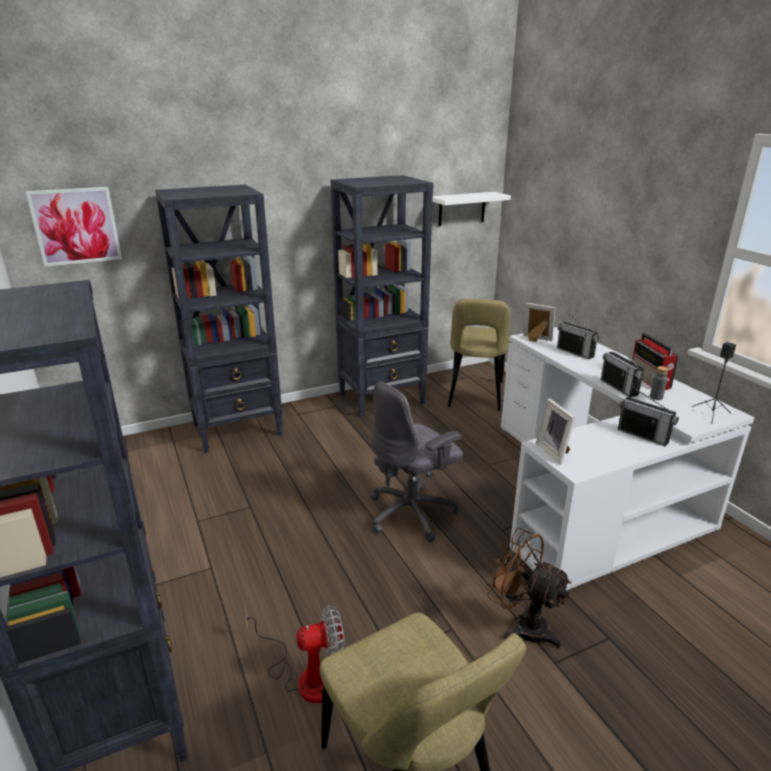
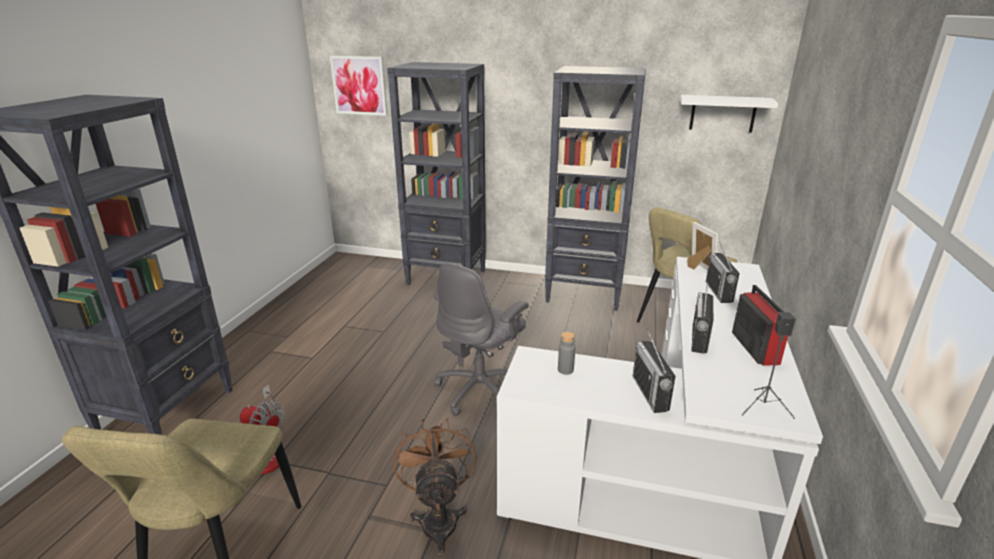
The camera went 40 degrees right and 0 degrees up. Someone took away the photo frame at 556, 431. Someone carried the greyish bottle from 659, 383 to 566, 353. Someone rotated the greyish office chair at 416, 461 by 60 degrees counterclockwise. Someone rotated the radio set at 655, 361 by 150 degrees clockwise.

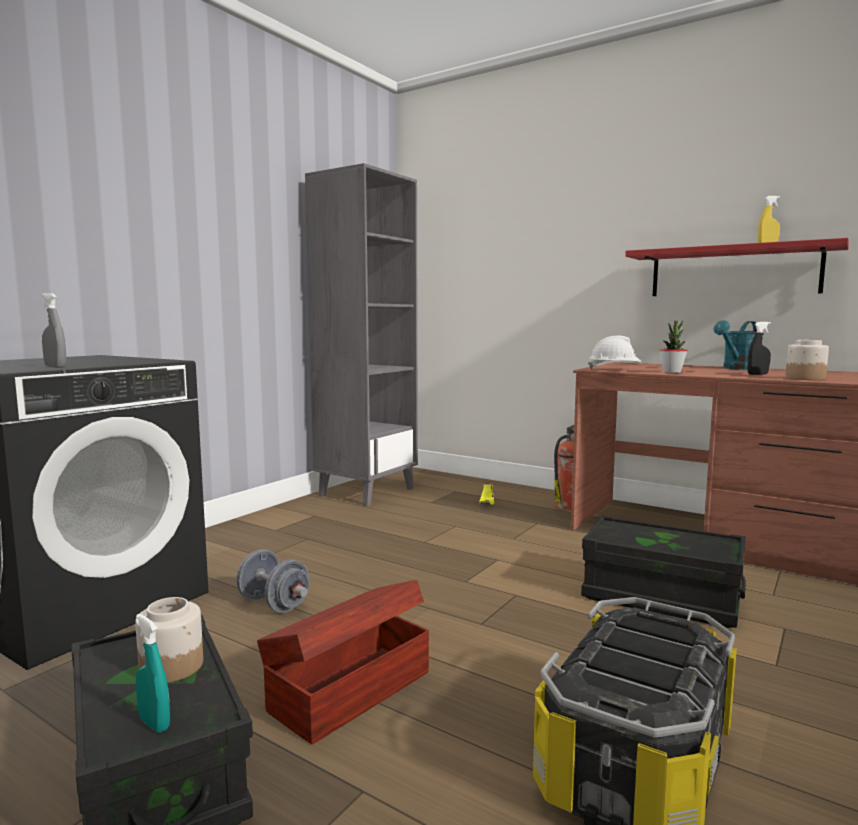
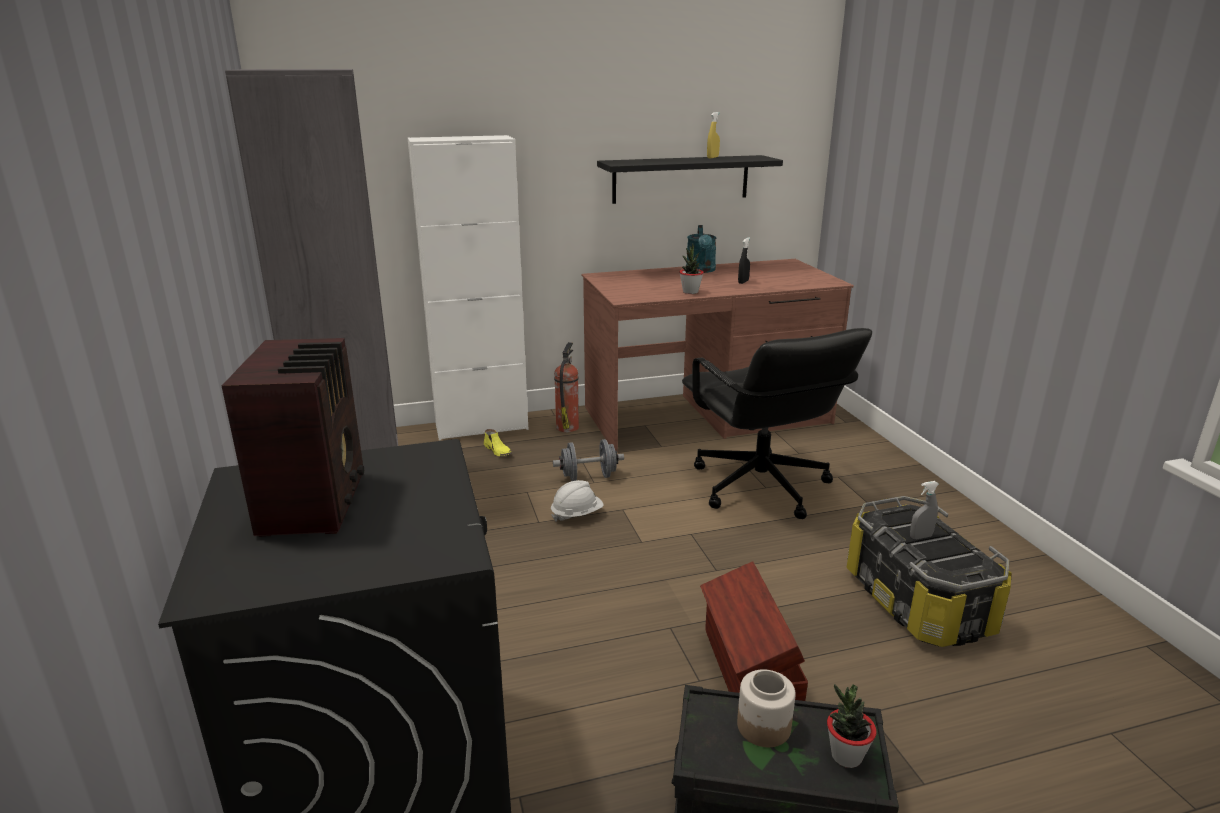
The camera went 50 degrees left and 15 degrees up. Someone took away the storage jar at 807, 360. Someone put down the radio set at 293, 437. Someone put down the white-coloured cabinet at 468, 287. Someone carried the greyish spray bottle from 54, 330 to 924, 510. Someone carried the greyish hand weight from 272, 581 to 588, 460. Someone carried the white-coloured safety helmet from 615, 352 to 577, 501. Someone swapped the turquoise-coloured spray bottle at 153, 673 for the houseplant at 851, 726. Someone swapped the black storage container at 663, 572 for the black office chair at 777, 423. Someone repainted the red-coloured bracket shelf at 737, 267, which became the black bracket shelf at 690, 179.

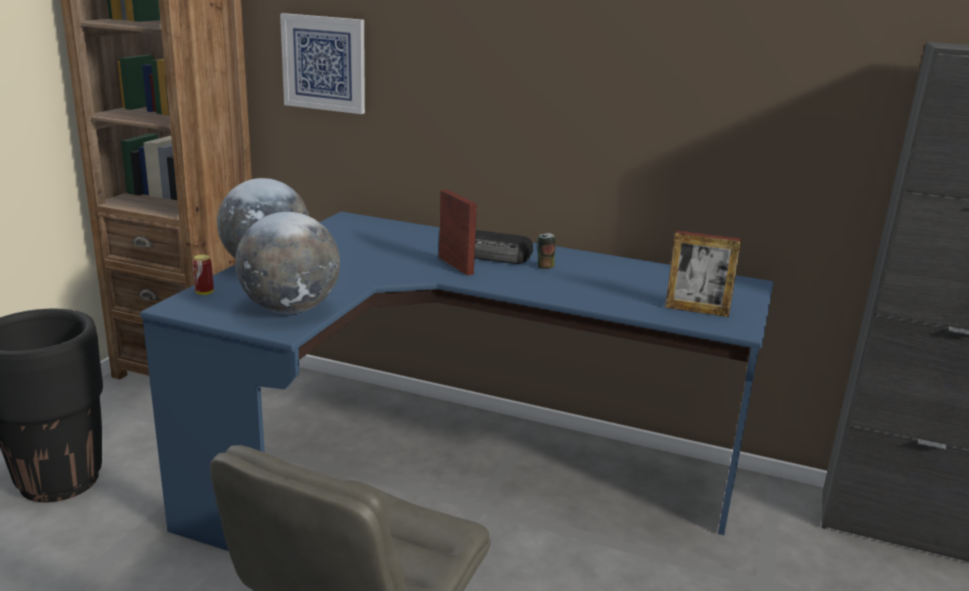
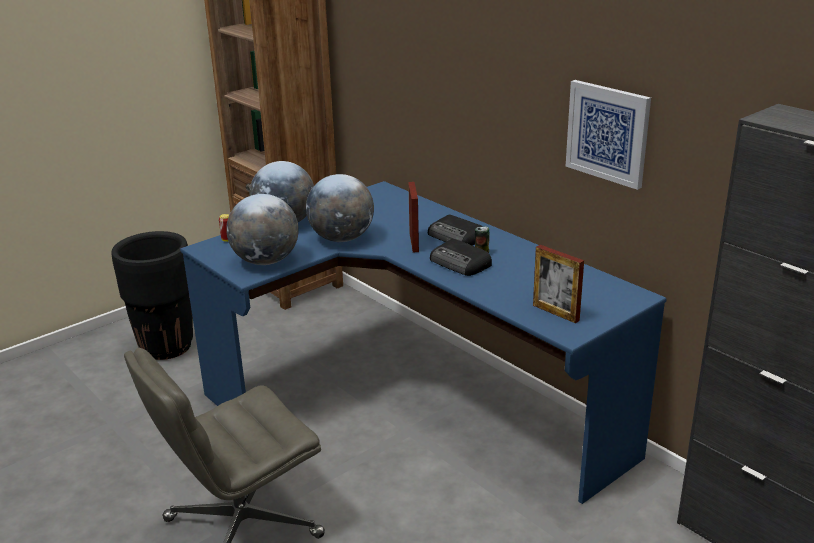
The camera went 30 degrees right and 5 degrees up. Someone put down the globe at 340, 208. Someone put down the radio set at 461, 257. Someone carried the picture from 322, 63 to 608, 135.

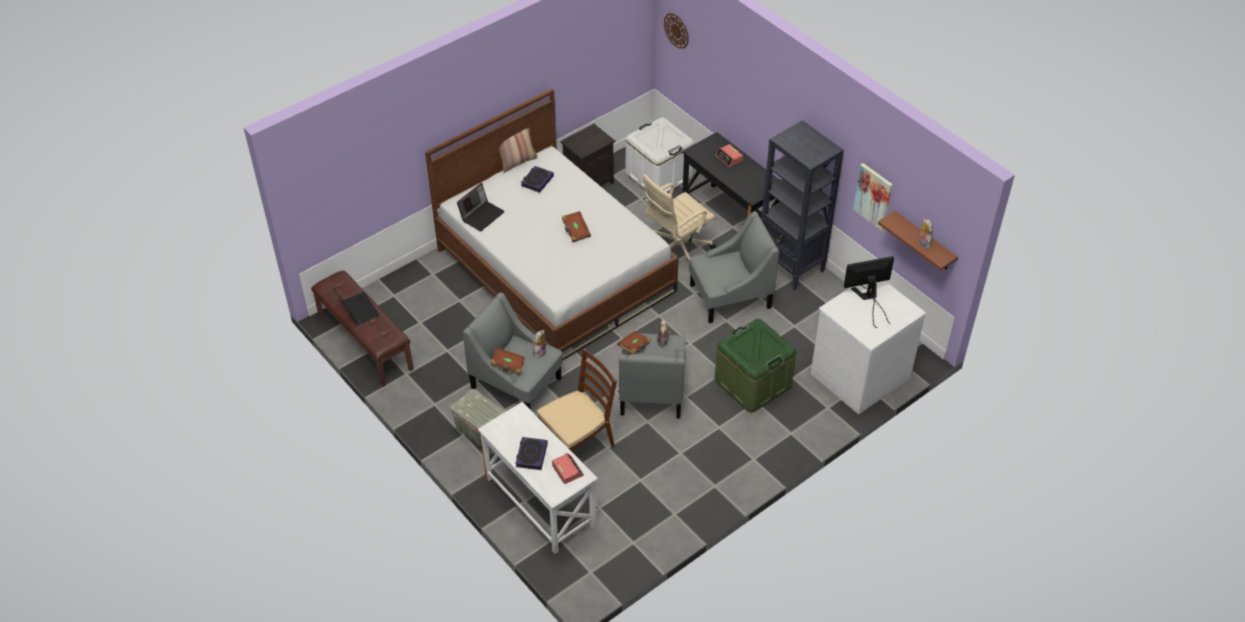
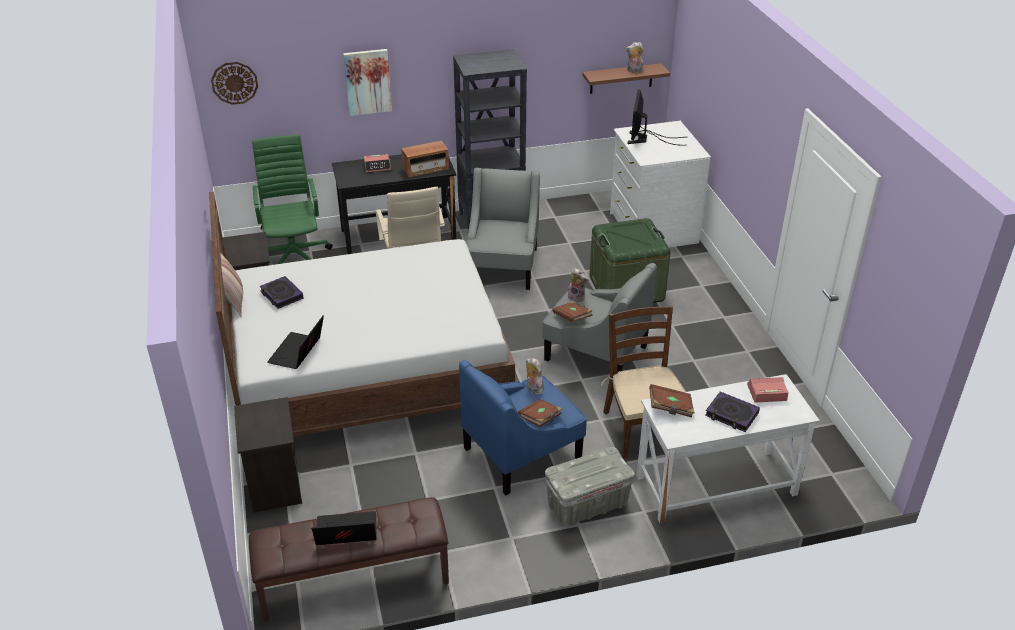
The camera went 65 degrees left and 10 degrees down. Someone put down the black nightstand at 268, 455. Someone put down the radio set at 425, 159. Someone carried the brown volume from 576, 226 to 672, 400. Someone carried the picture from 873, 197 to 367, 82. Someone swapped the white-coloured storage container at 660, 155 for the greenish office chair at 292, 199. Someone repainted the greyish lounge chair at 513, 350, which became the blue lounge chair at 523, 427. Someone rotated the laptop at 481, 207 by 135 degrees counterclockwise.

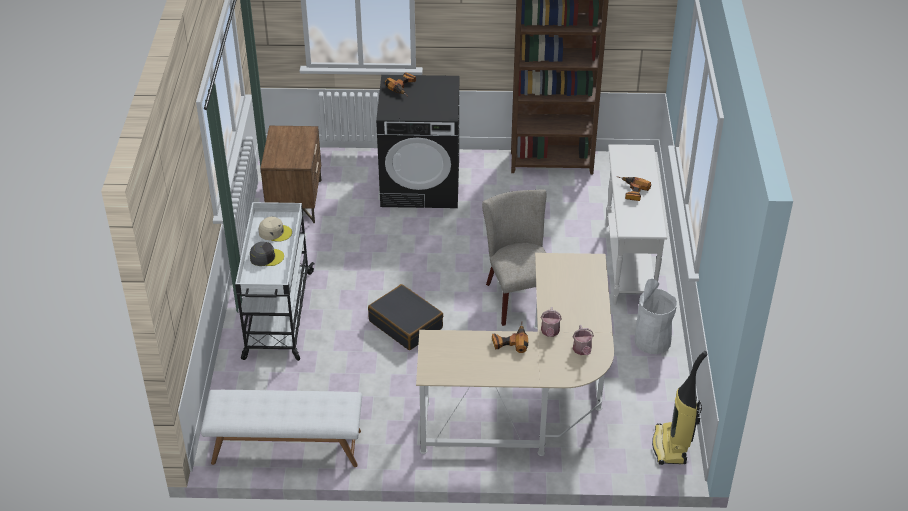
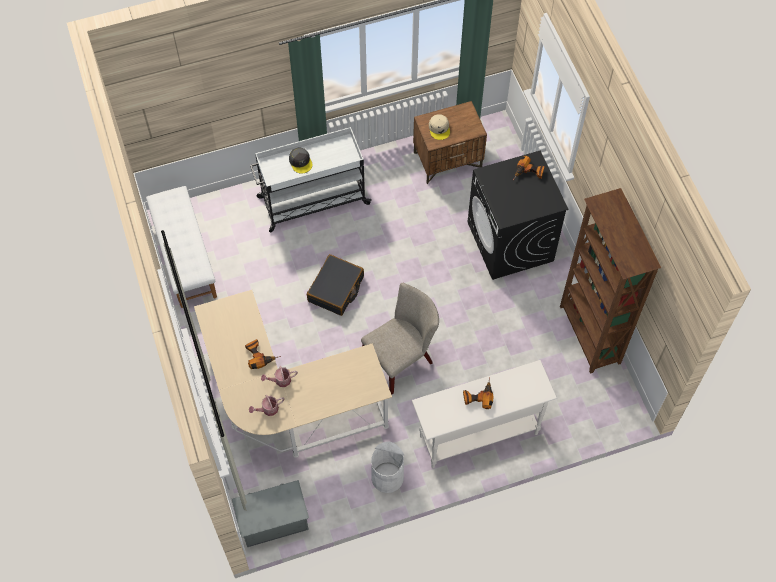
The camera went 70 degrees right and 20 degrees up. Someone carried the beige peaked cap from 275, 229 to 439, 127. Someone swapped the vacuum cleaner at 679, 408 for the greyish storage container at 270, 513.

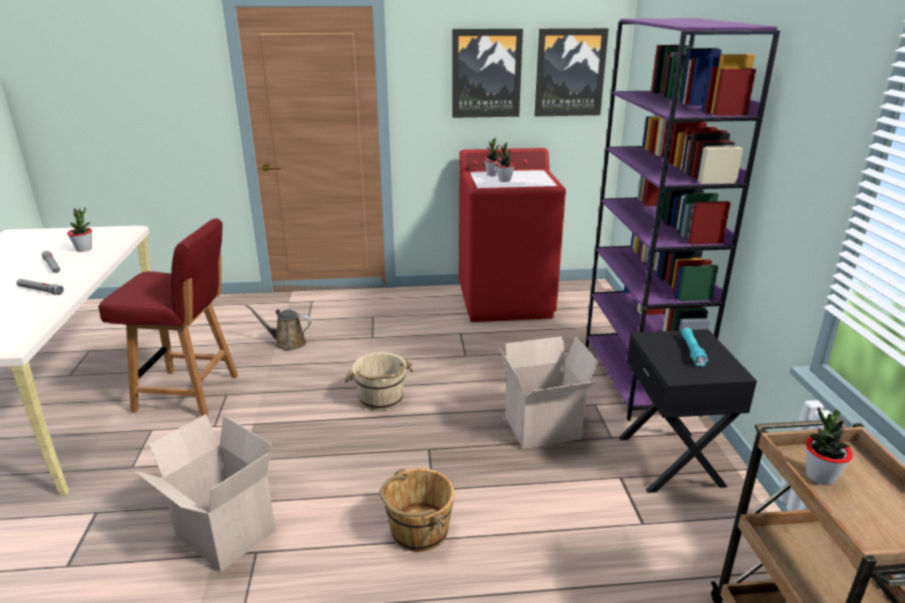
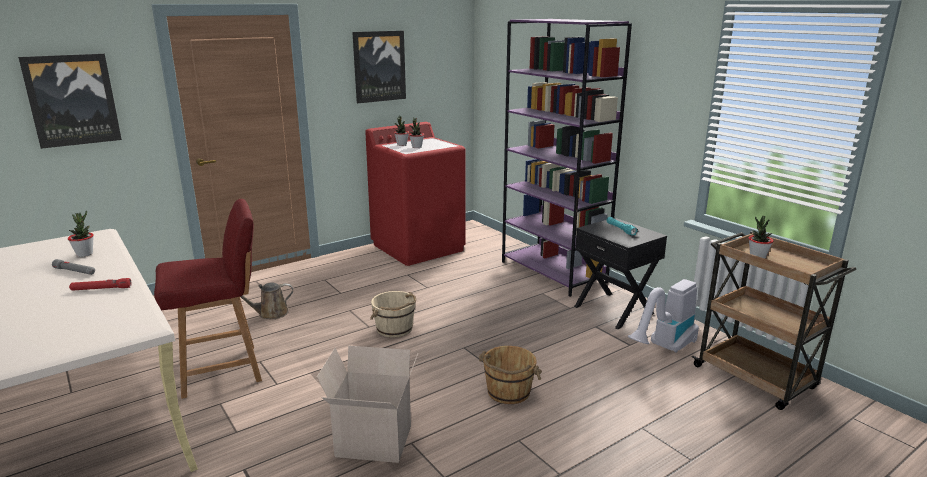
The camera went 30 degrees left and 5 degrees down. Someone took away the packing box at 548, 392. Someone put down the vacuum cleaner at 663, 316. Someone carried the picture from 572, 72 to 70, 101. Someone repainted the greyish hand torch at 40, 287, which became the red-coloured hand torch at 100, 284.

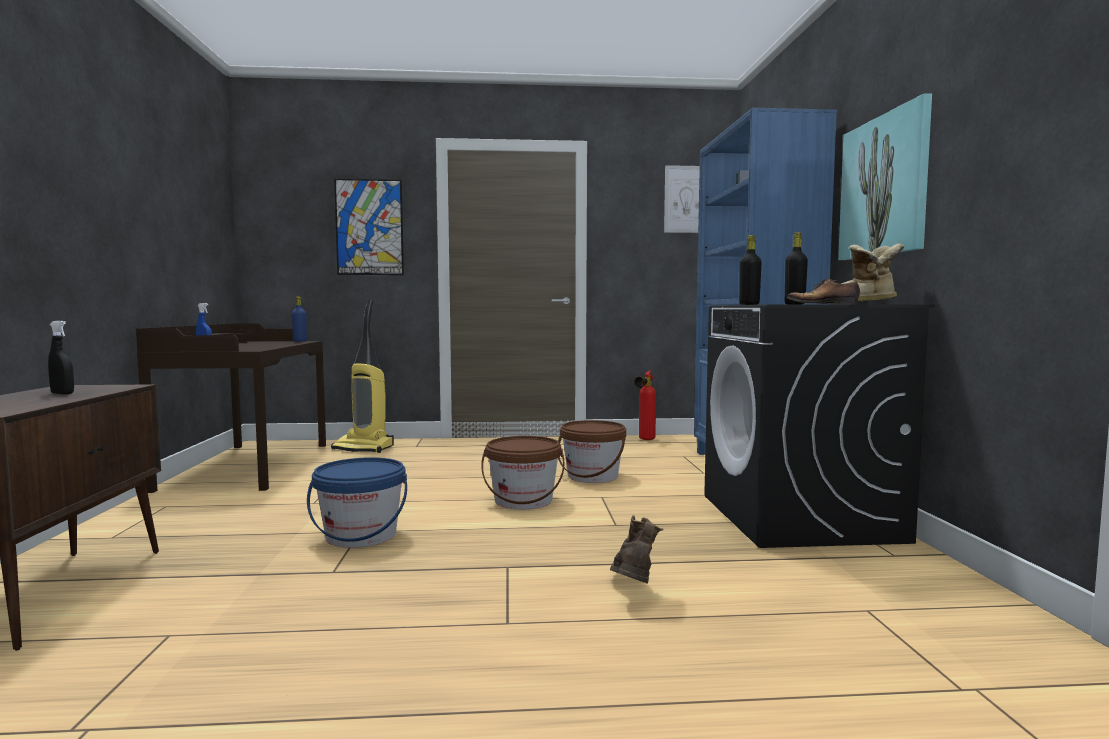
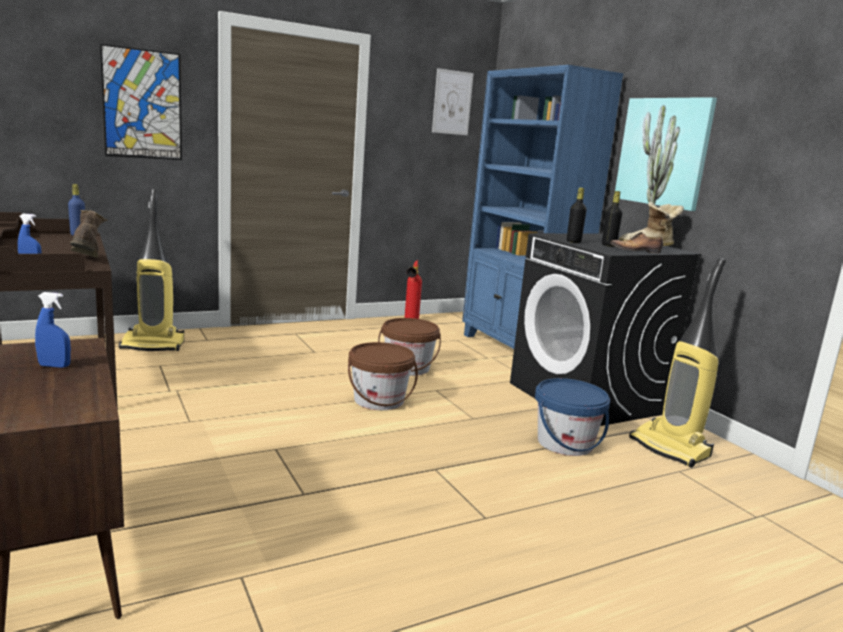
The camera went 25 degrees left and 10 degrees up. Someone put down the vacuum cleaner at 677, 363. Someone carried the blue water bucket from 357, 502 to 572, 417. Someone carried the brown tall boot from 637, 549 to 88, 234. Someone repainted the black spray bottle at 61, 358, which became the blue spray bottle at 53, 330.

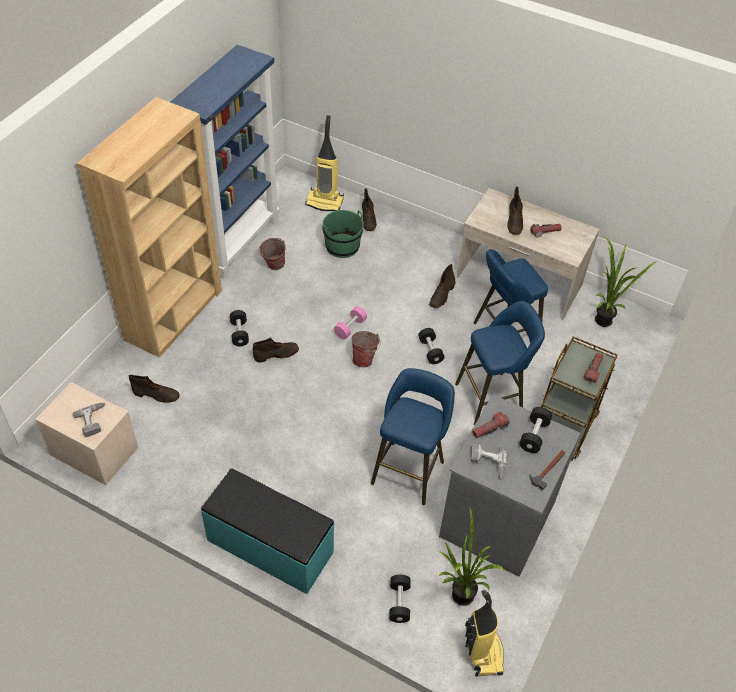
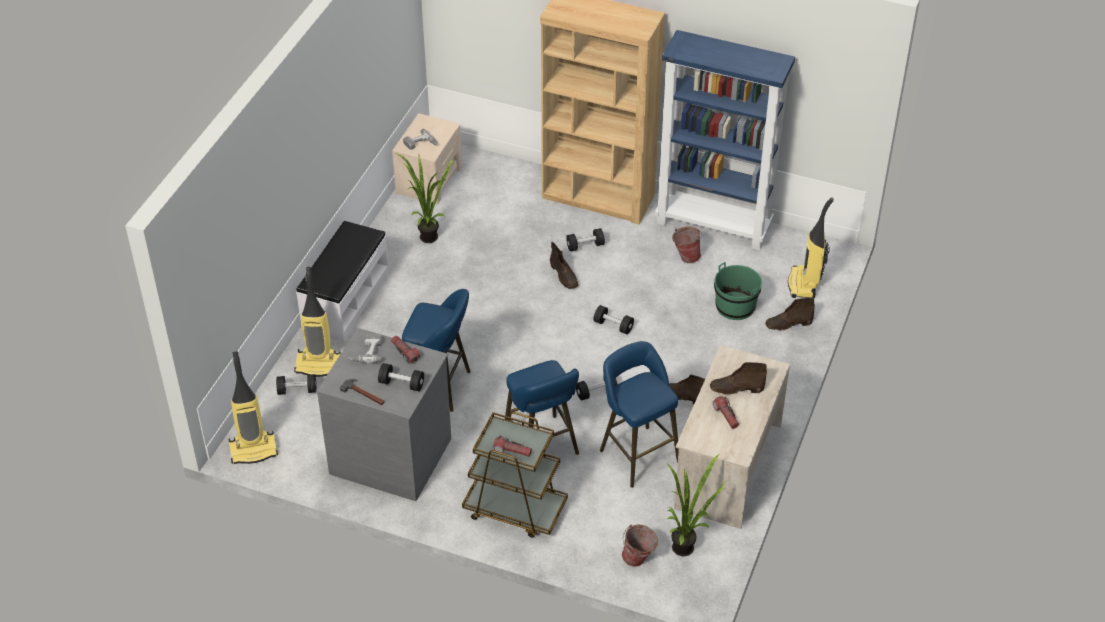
The camera went 85 degrees right and 5 degrees down. Someone took away the brown tall boot at 154, 389. Someone put down the vacuum cleaner at 317, 322. Someone carried the water bucket from 366, 349 to 640, 546. Someone carried the houseplant from 471, 556 to 424, 198. Someone repainted the turquoise-coloured indoor bench at 268, 531, which became the white-coloured indoor bench at 342, 281. Someone repainted the pink hand weight at 350, 322, which became the black hand weight at 613, 319.

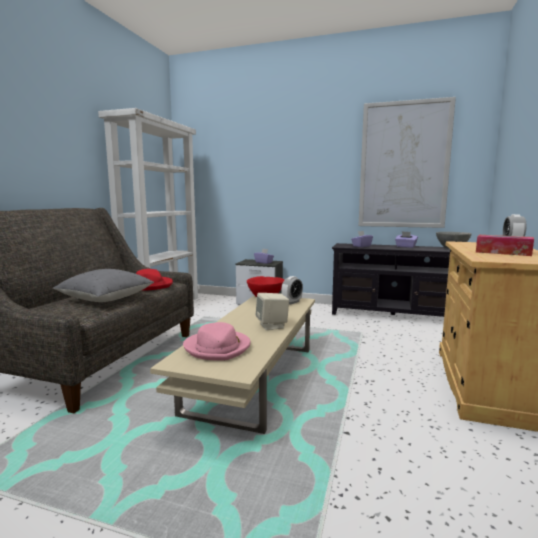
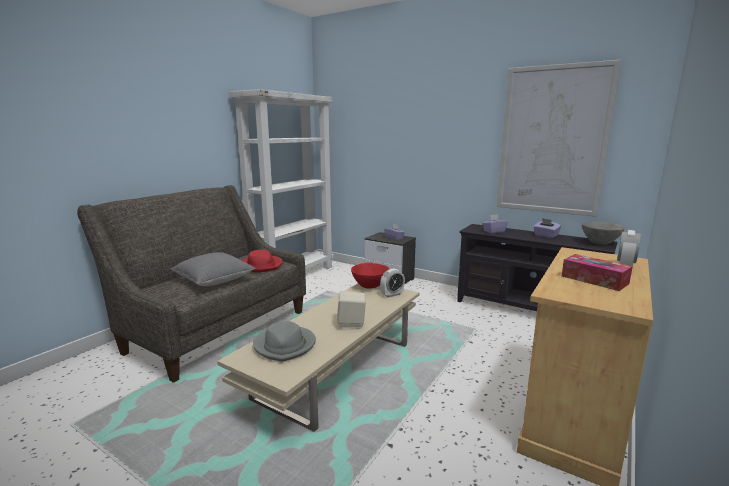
The camera went 15 degrees right and 5 degrees up. Someone repainted the pink hat at 217, 341, which became the greyish hat at 284, 341.

